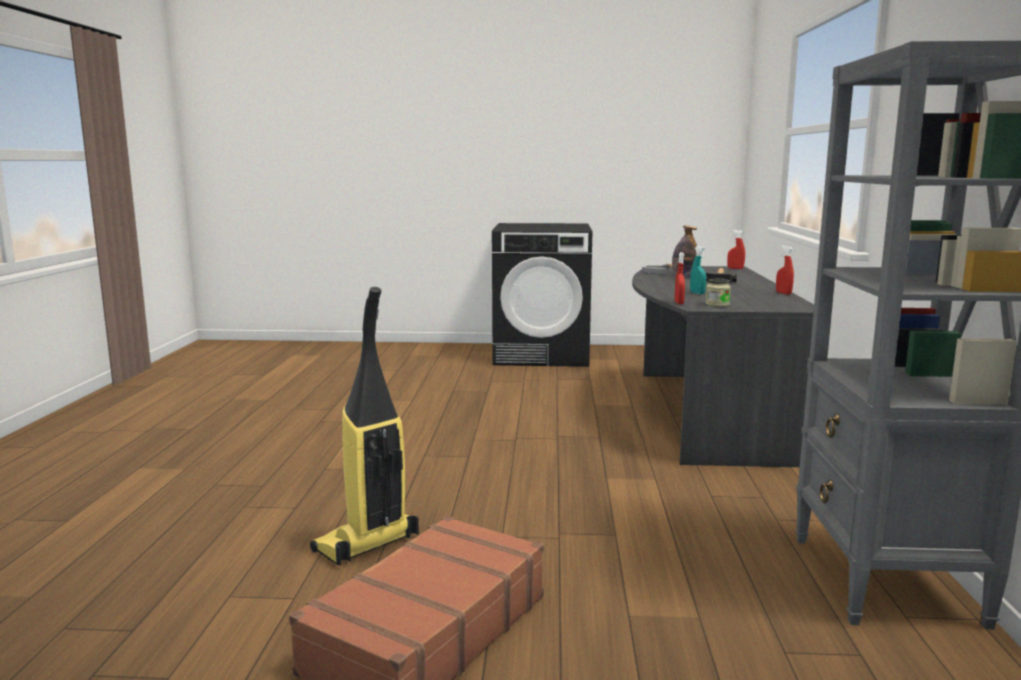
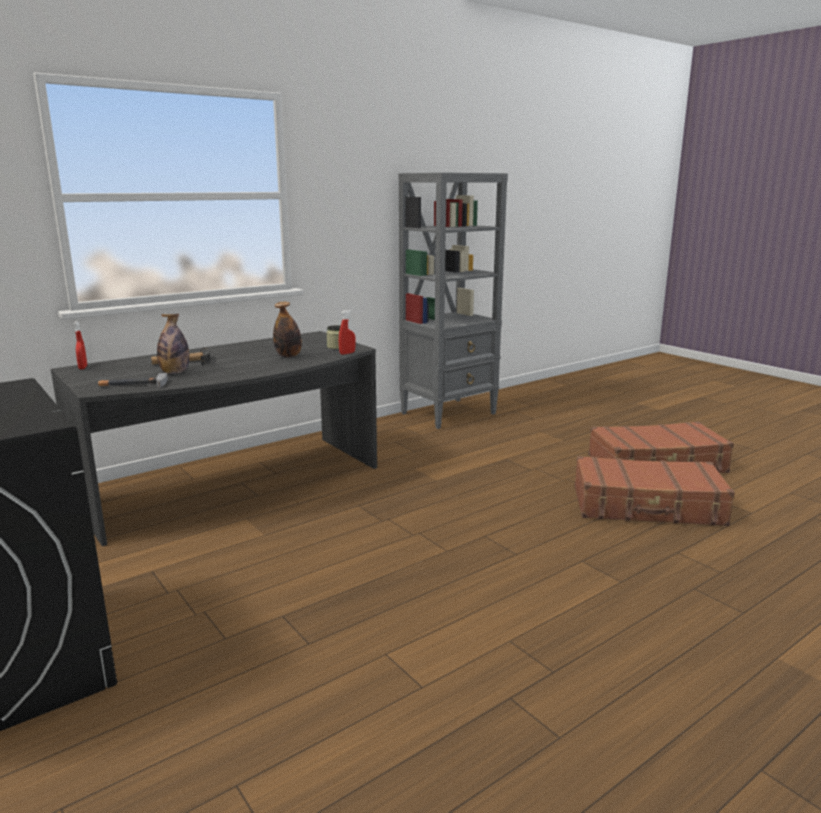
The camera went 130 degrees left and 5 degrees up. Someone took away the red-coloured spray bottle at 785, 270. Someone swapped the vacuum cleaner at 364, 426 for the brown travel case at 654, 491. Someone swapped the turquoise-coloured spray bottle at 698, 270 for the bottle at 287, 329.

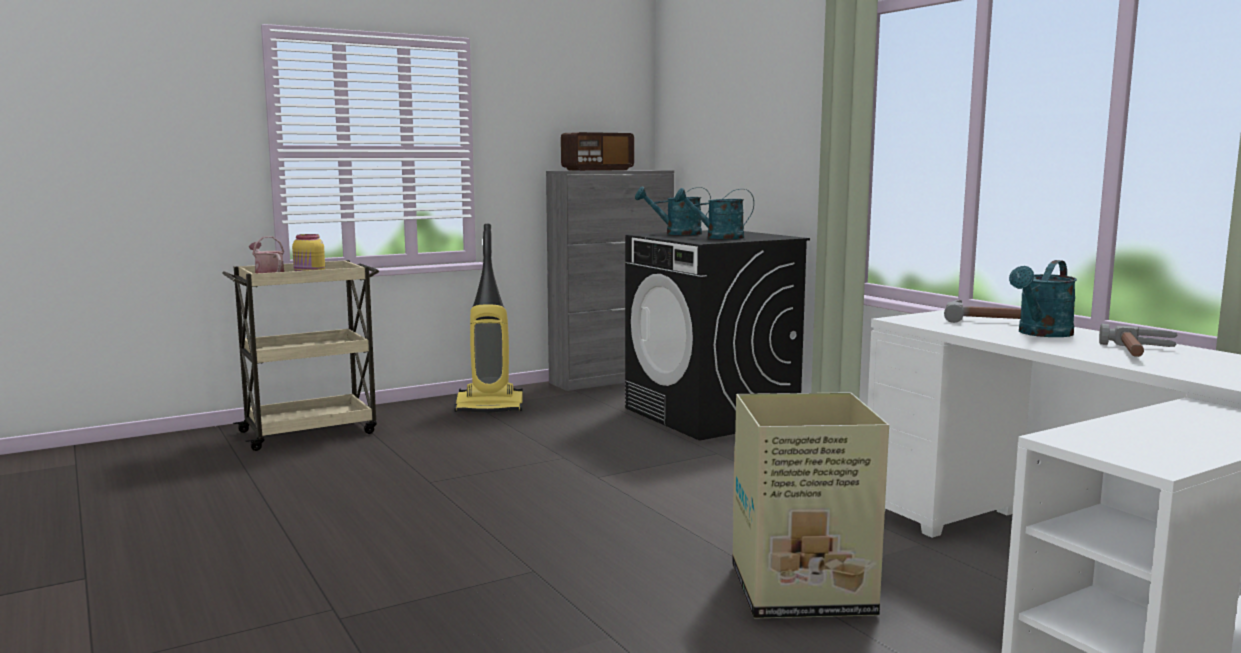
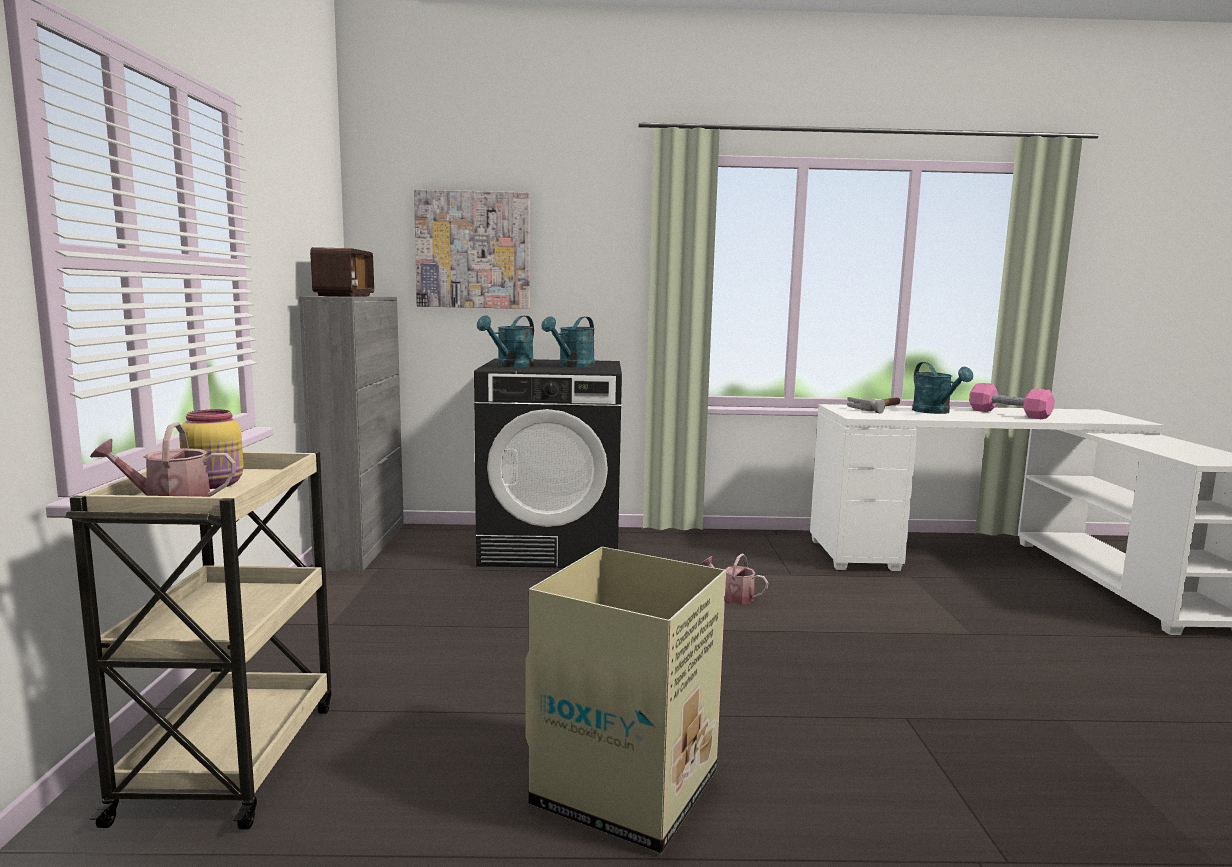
The camera went 60 degrees left and 0 degrees up. Someone took away the vacuum cleaner at 488, 318. Someone put up the picture at 472, 249. Someone put down the watering pot at 734, 579. Someone carried the packing box from 810, 505 to 626, 700. Someone swapped the tool hammer at 1138, 340 for the pink hand weight at 1012, 401.

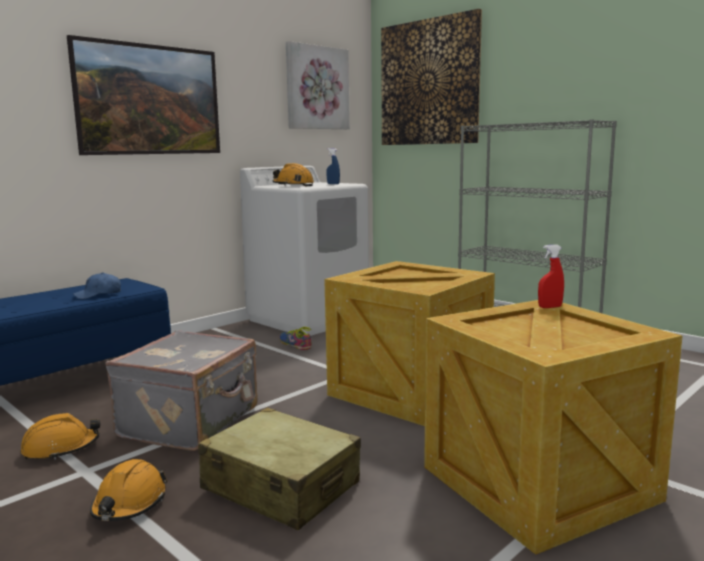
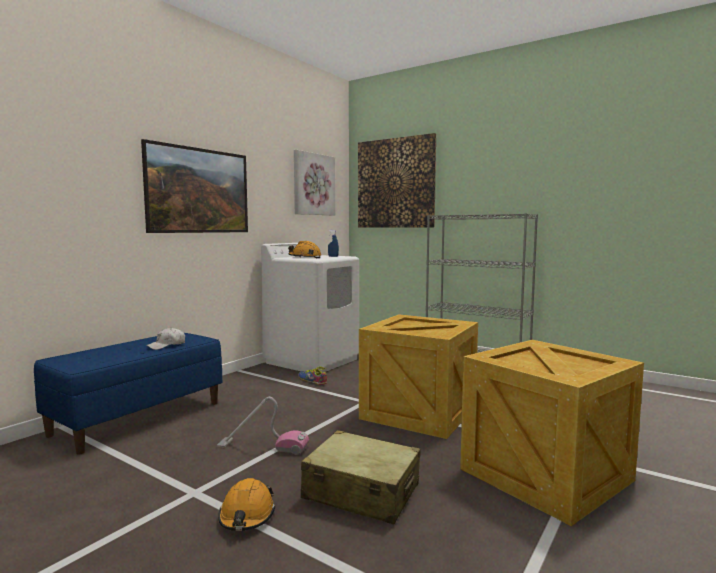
The camera went 10 degrees left and 5 degrees down. Someone took away the orange-coloured safety helmet at 60, 436. Someone took away the red-coloured spray bottle at 551, 276. Someone swapped the greyish travel case at 181, 390 for the vacuum cleaner at 263, 426. Someone repainted the blue peaked cap at 97, 285, which became the white-coloured peaked cap at 165, 338.

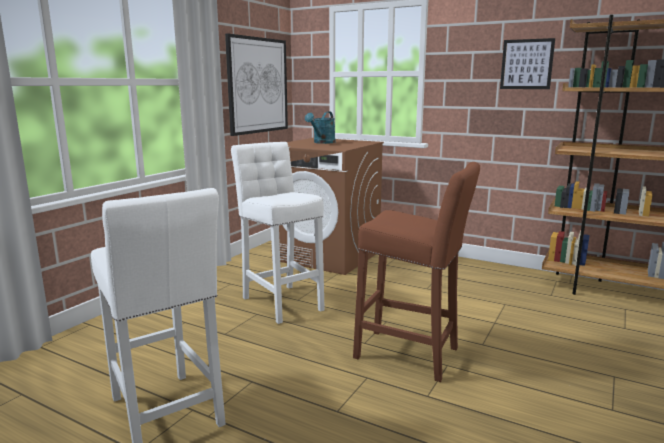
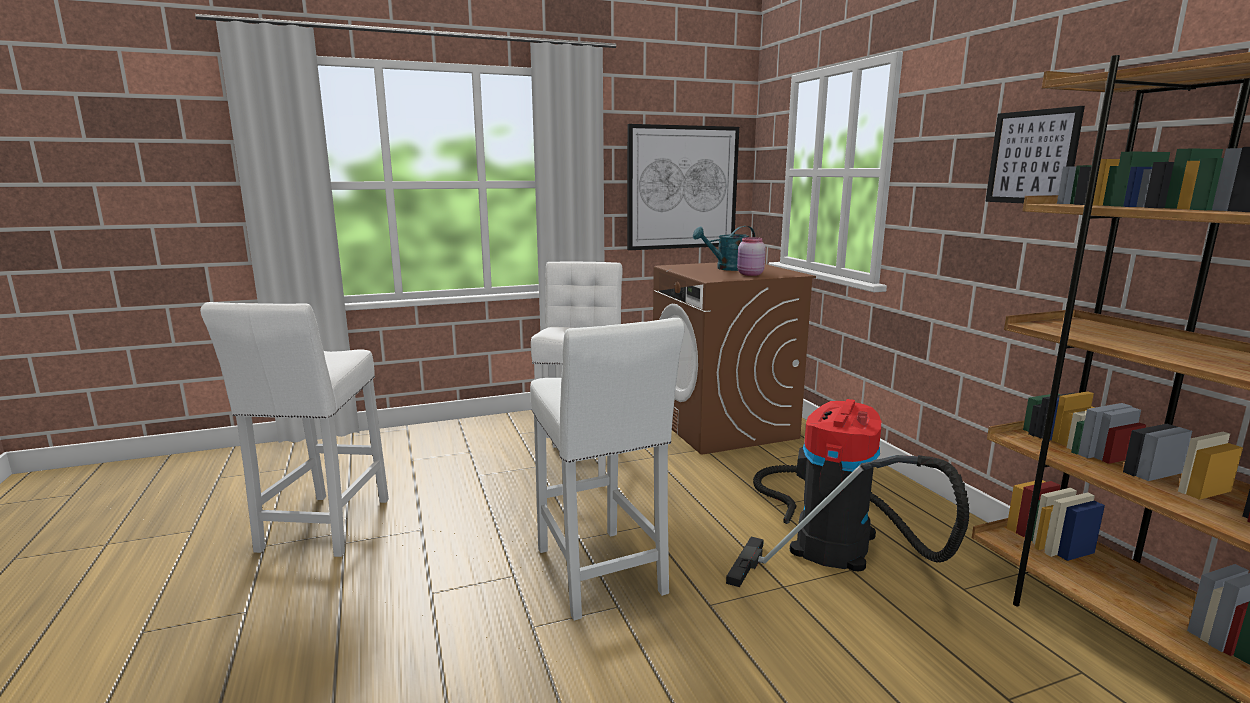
The camera went 40 degrees right and 0 degrees up. Someone put down the vacuum cleaner at 847, 493. Someone put down the pink storage jar at 751, 256. Someone repainted the brown stool seat at 416, 272, which became the white-coloured stool seat at 607, 469.

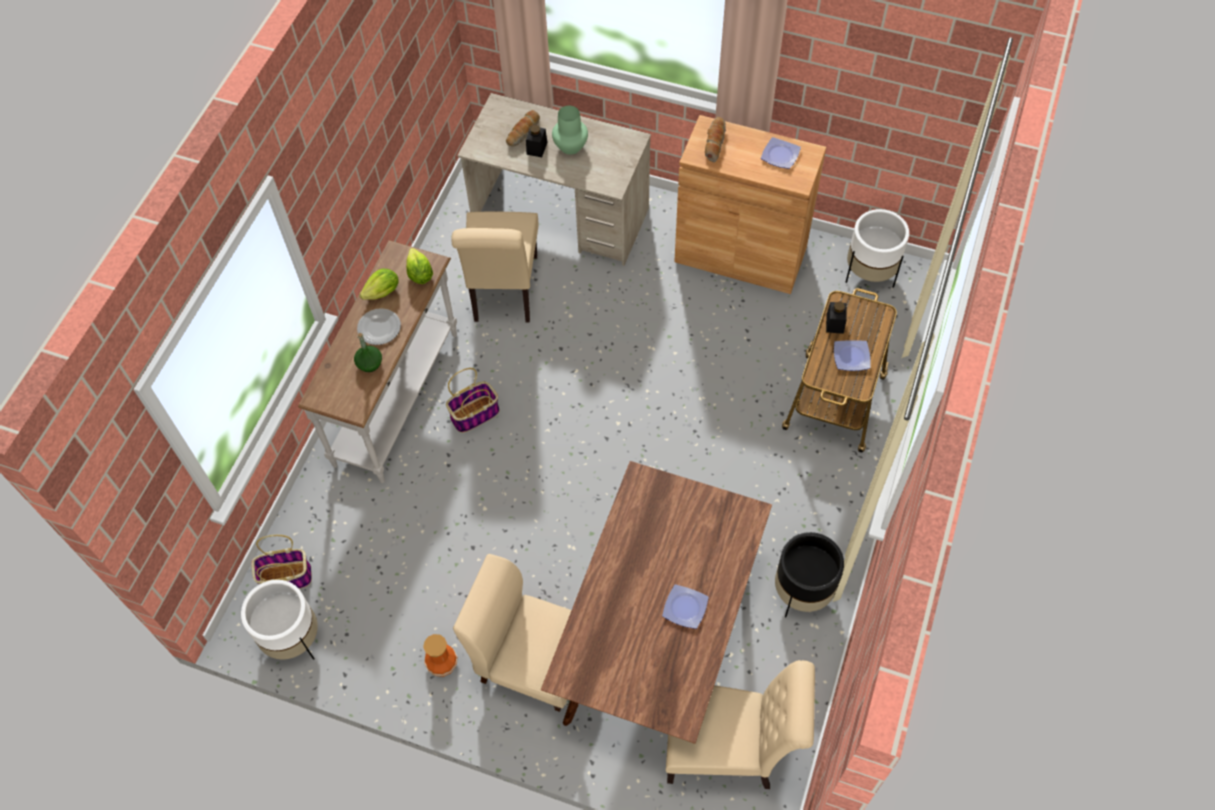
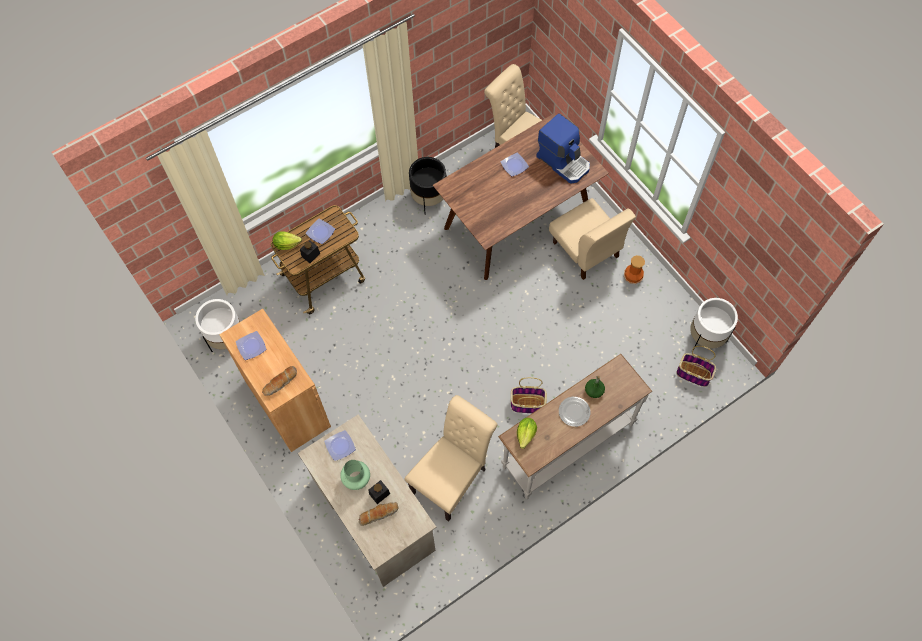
The camera went 145 degrees left and 5 degrees up. Someone put down the dinner plate at 340, 445. Someone put down the coffee machine at 563, 148. Someone carried the lettuce from 379, 284 to 287, 240.

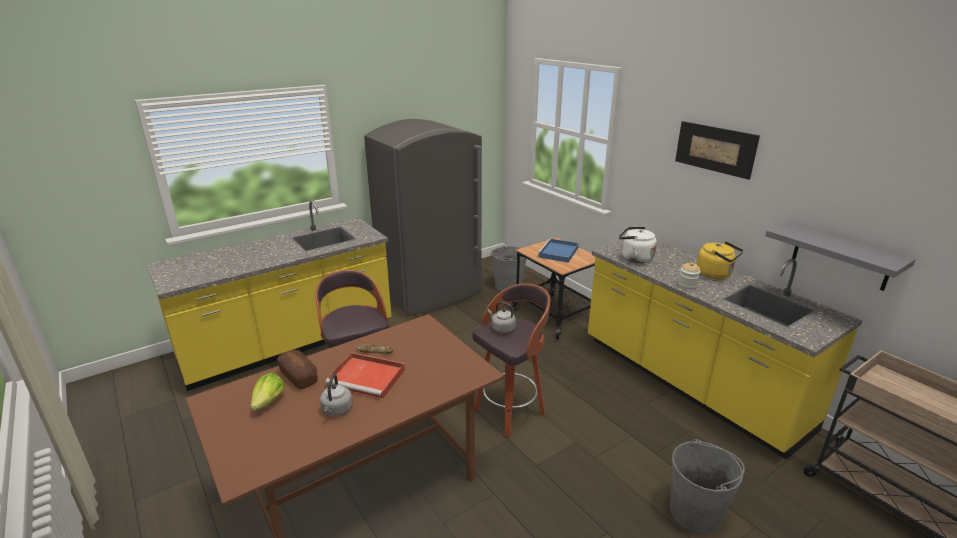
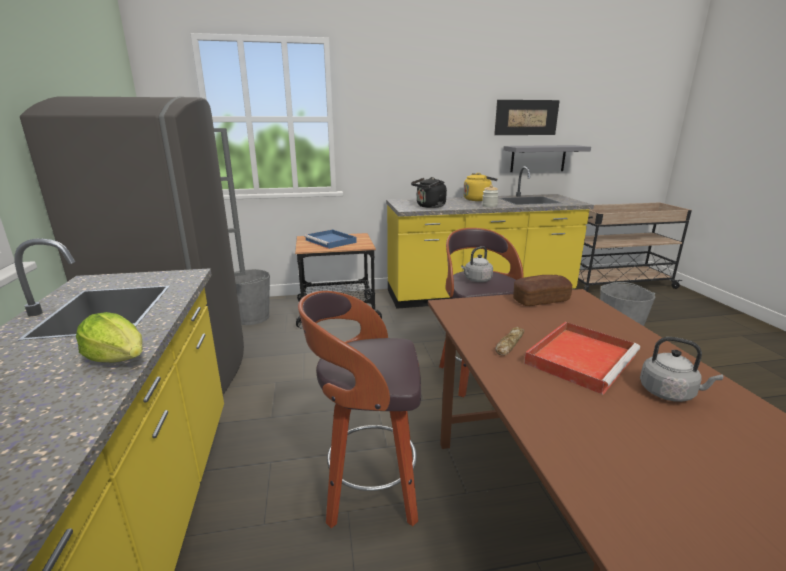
The camera went 65 degrees left and 5 degrees down. Someone carried the lettuce from 267, 392 to 109, 337. Someone carried the bread from 297, 369 to 542, 290. Someone carried the picture from 717, 150 to 527, 117. Someone repainted the white-coloured kettle at 638, 245, which became the black kettle at 429, 192.

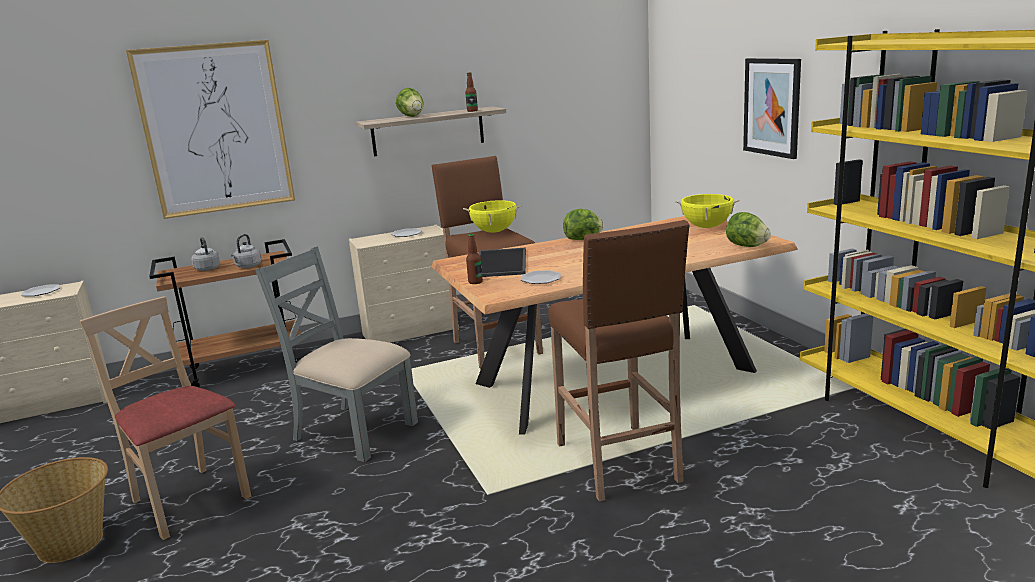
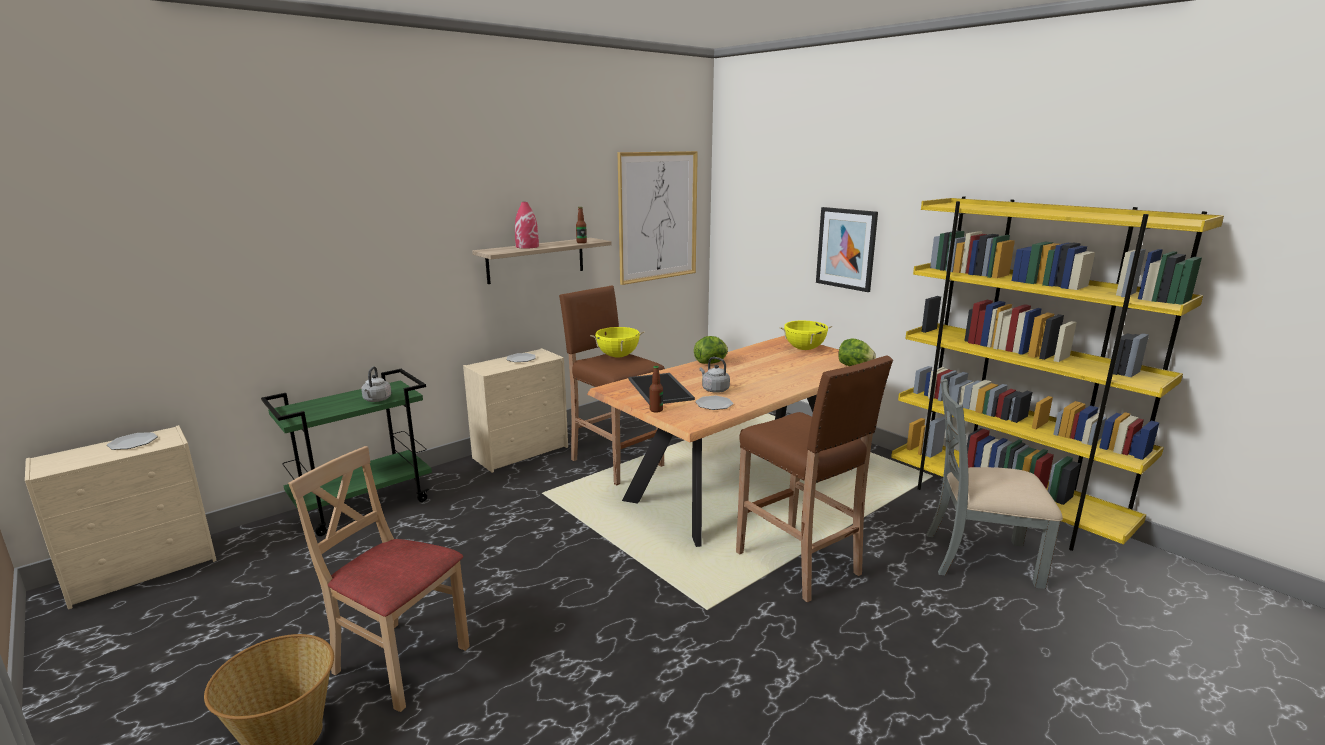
The camera went 20 degrees left and 0 degrees up. Someone carried the picture from 210, 129 to 657, 218. Someone carried the greyish kettle from 205, 254 to 715, 375. Someone carried the greyish chair from 336, 354 to 995, 484. Someone swapped the lettuce at 410, 102 for the red-coloured flower vase at 527, 225. Someone repainted the brown wheeled cart at 226, 313, which became the greenish wheeled cart at 346, 452.

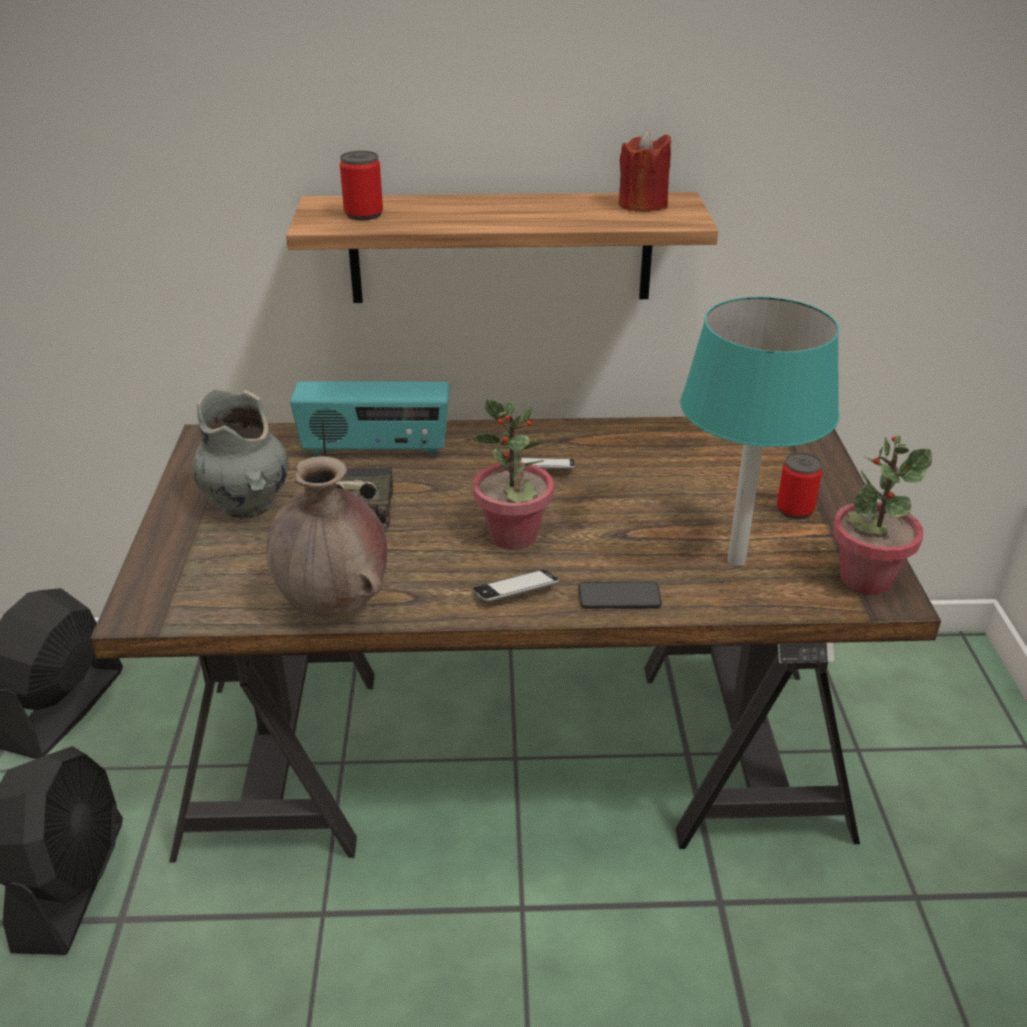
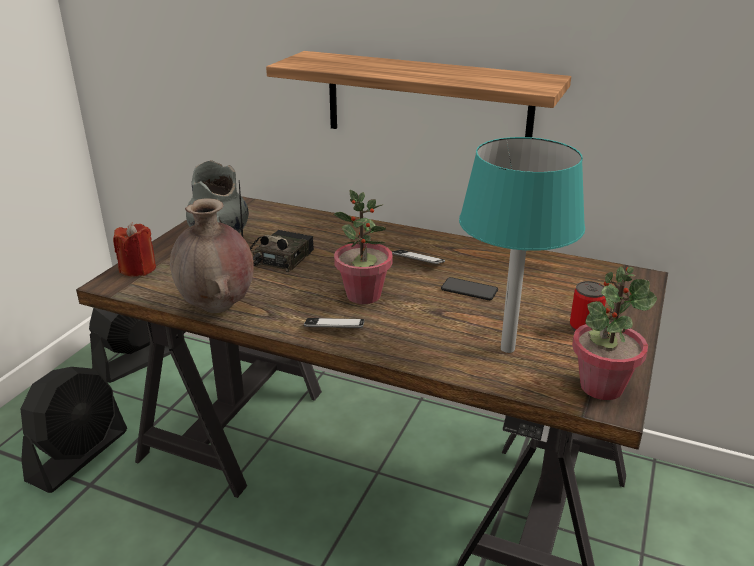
The camera went 25 degrees right and 5 degrees down. Someone took away the radio set at 370, 418. Someone took away the metal can at 361, 185. Someone carried the handset from 620, 595 to 469, 288. Someone carried the red-coloured wax candle from 644, 171 to 134, 249.

